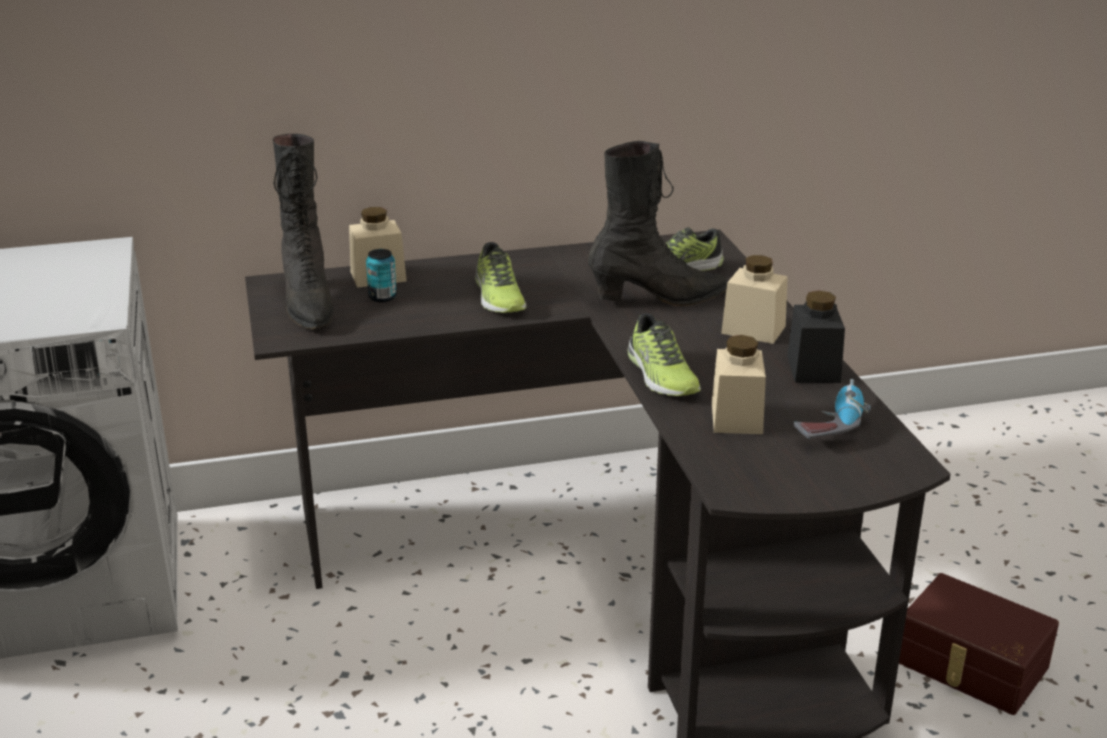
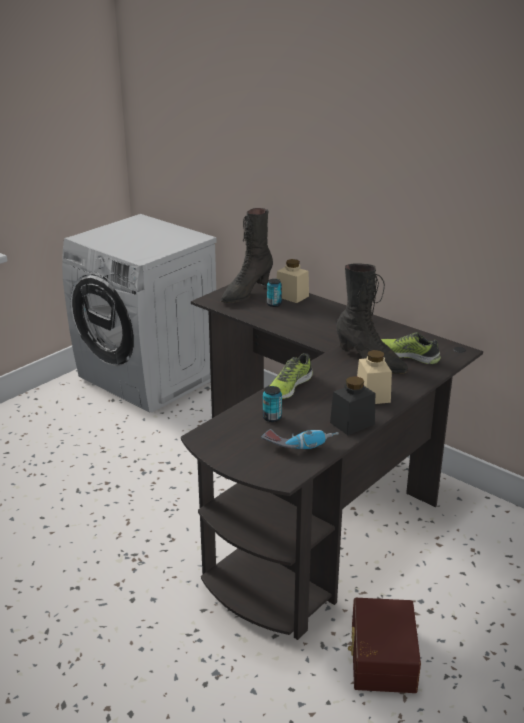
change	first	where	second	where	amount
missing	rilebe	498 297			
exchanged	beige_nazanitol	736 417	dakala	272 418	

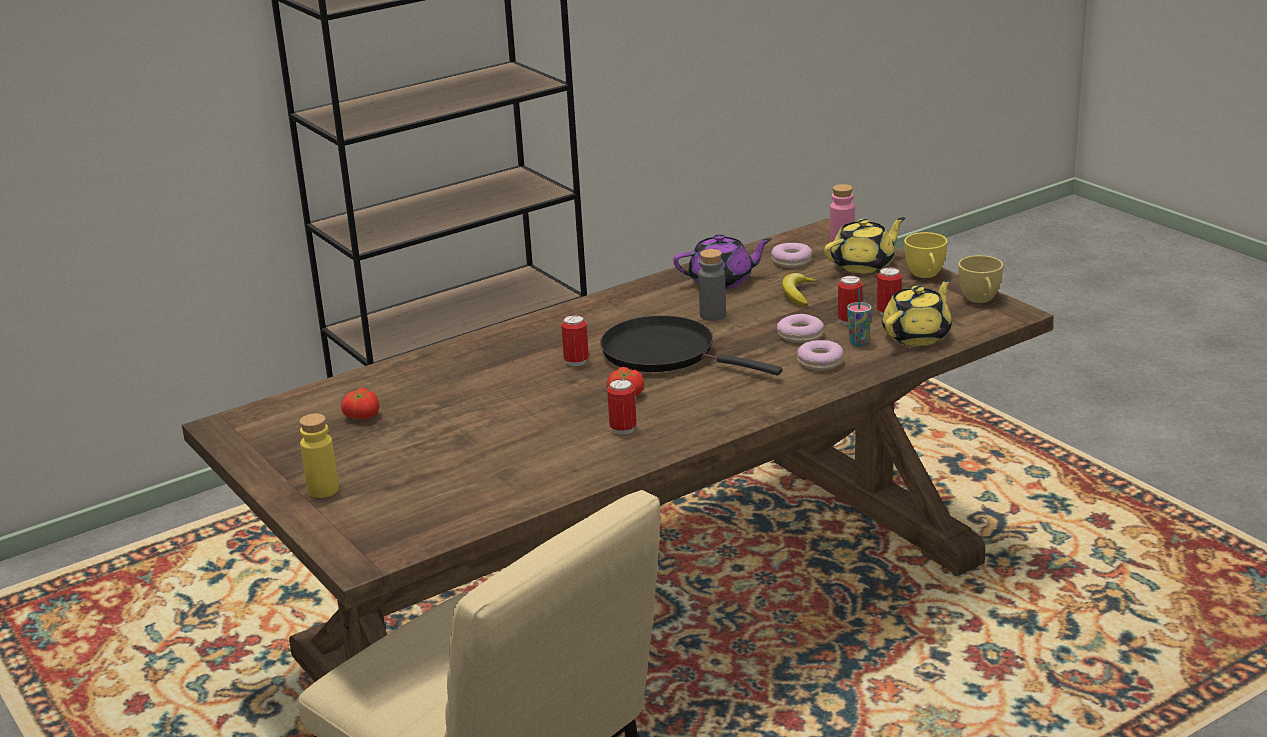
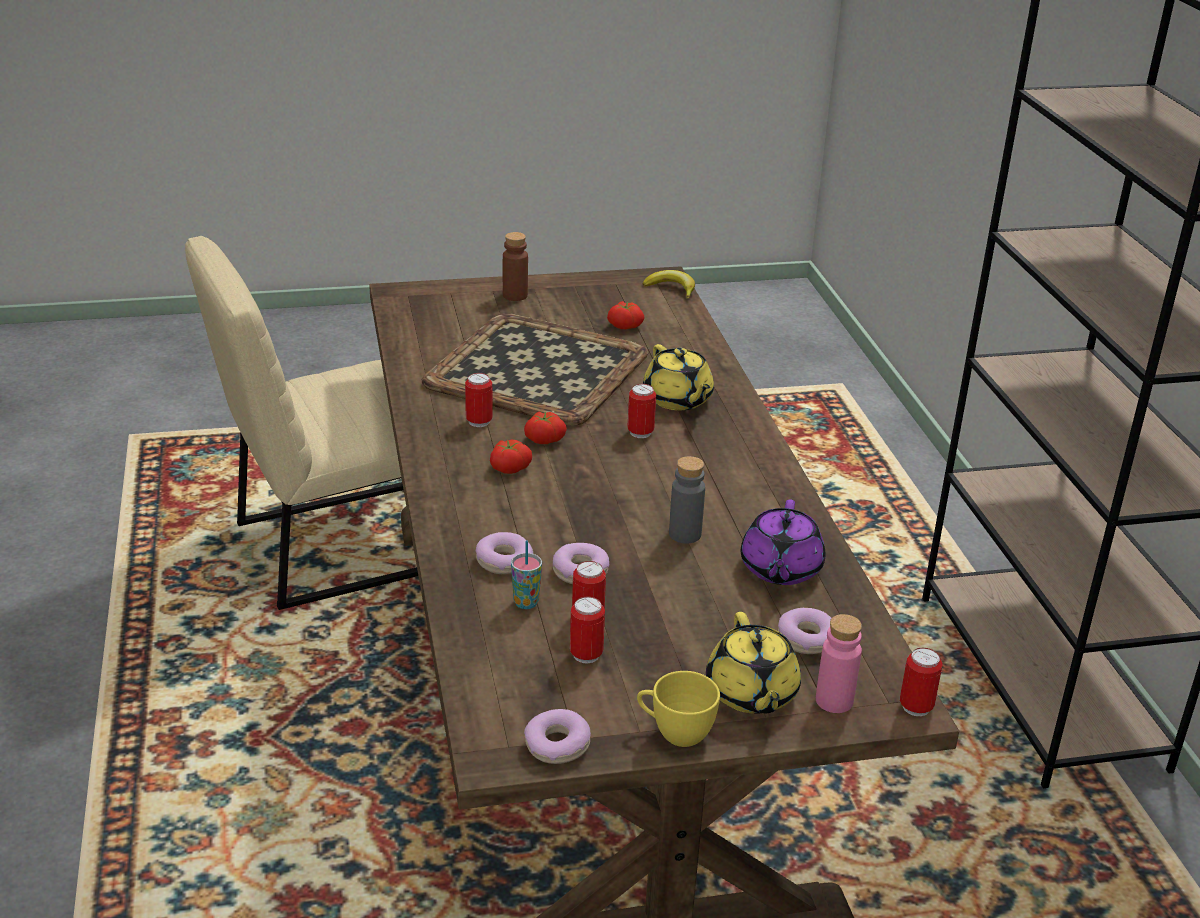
change	first	where	second	where	amount
missing	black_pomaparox	665 353			
appeared			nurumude	539 369	
appeared			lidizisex	509 467	
appeared			dakala	916 707	
relocated	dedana	797 294		671 289	
relocated	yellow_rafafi	917 335		678 400	
exchanged	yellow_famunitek	980 300	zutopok	557 745	
colour	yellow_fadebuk	323 490	brown_fadebuk	515 295	

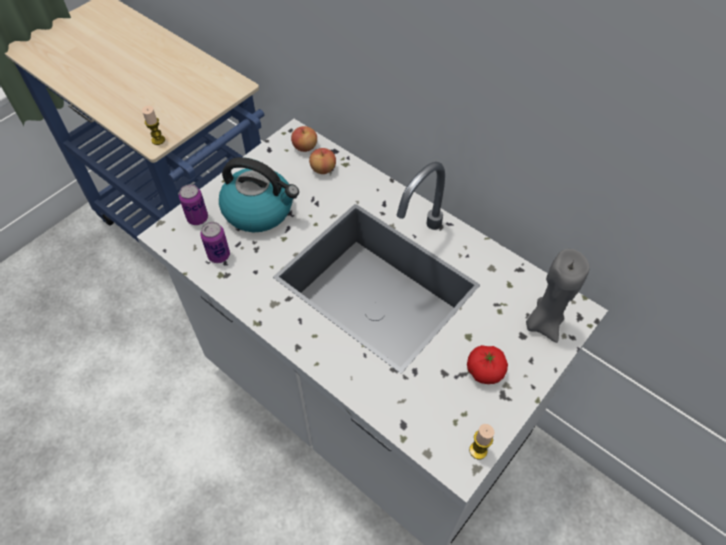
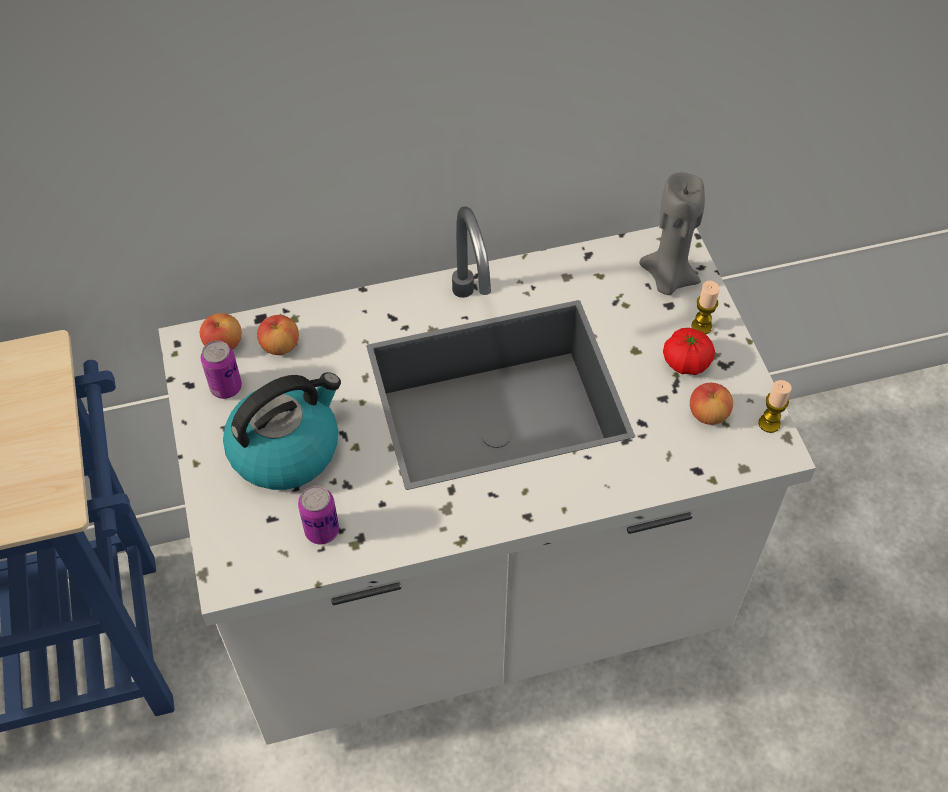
change	first	where	second	where	amount
appeared			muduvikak	708 414	
relocated	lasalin	158 140		701 326	
relocated	dakala	197 218		226 387	

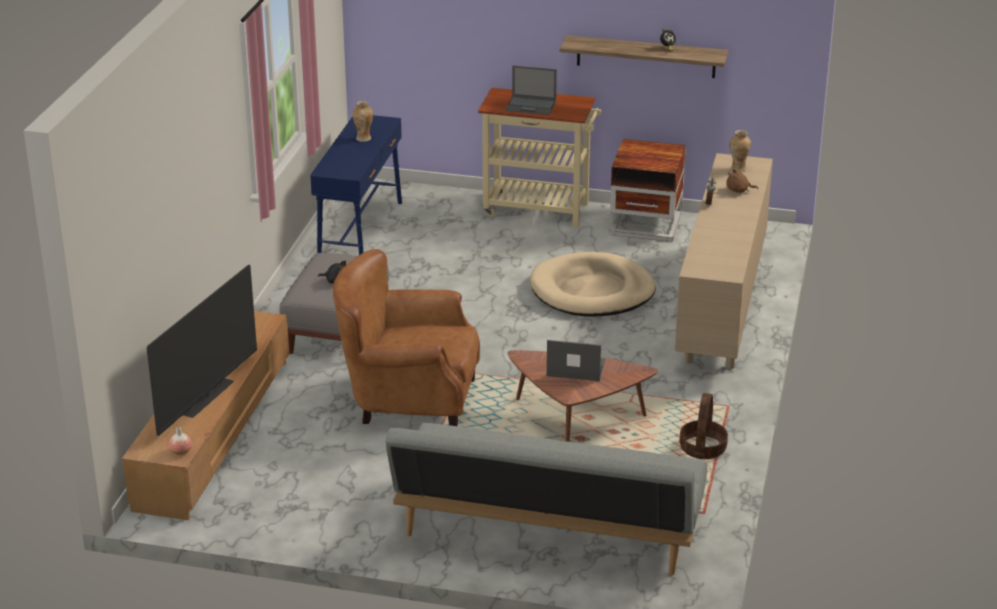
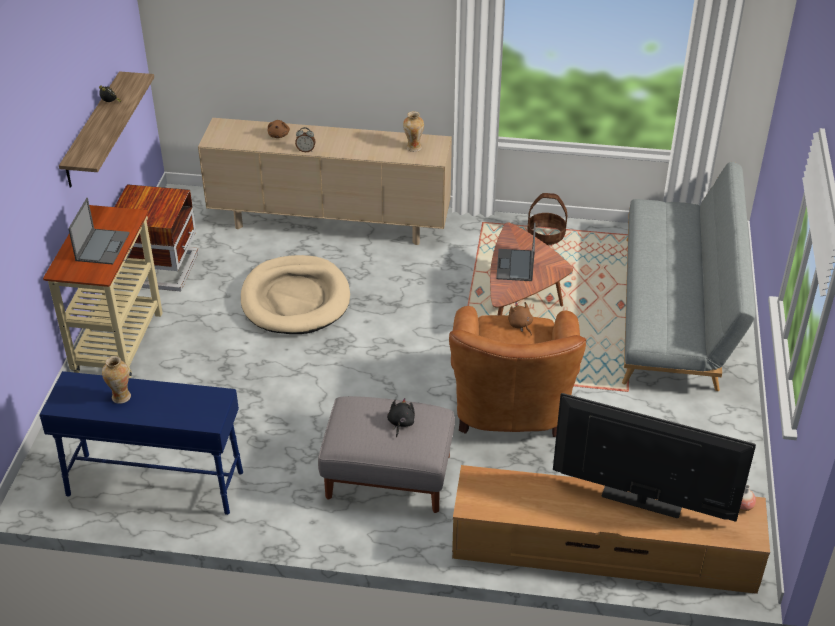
change	first	where	second	where	amount
appeared			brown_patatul	520 325	
relocated	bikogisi	738 169		413 148	

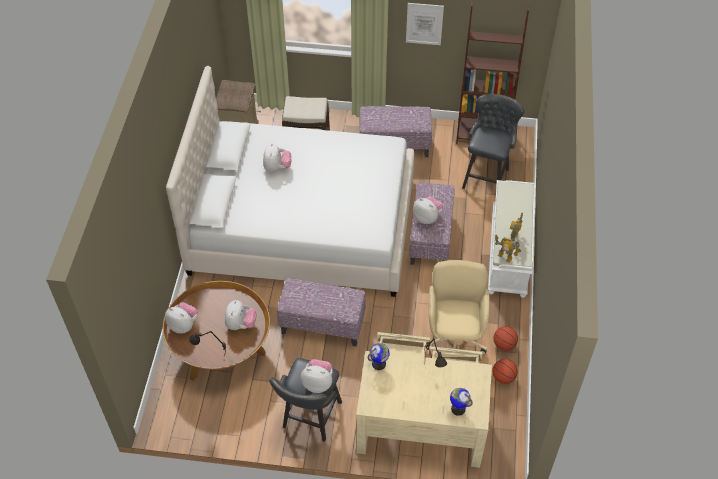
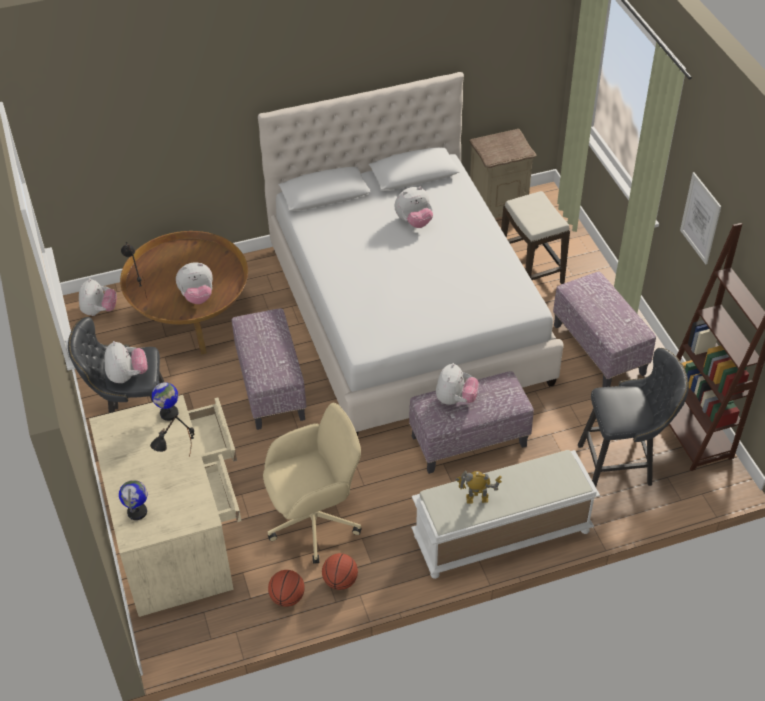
change	first	where	second	where	amount
missing	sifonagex	505 257			
relocated	patatul	183 325		99 311	

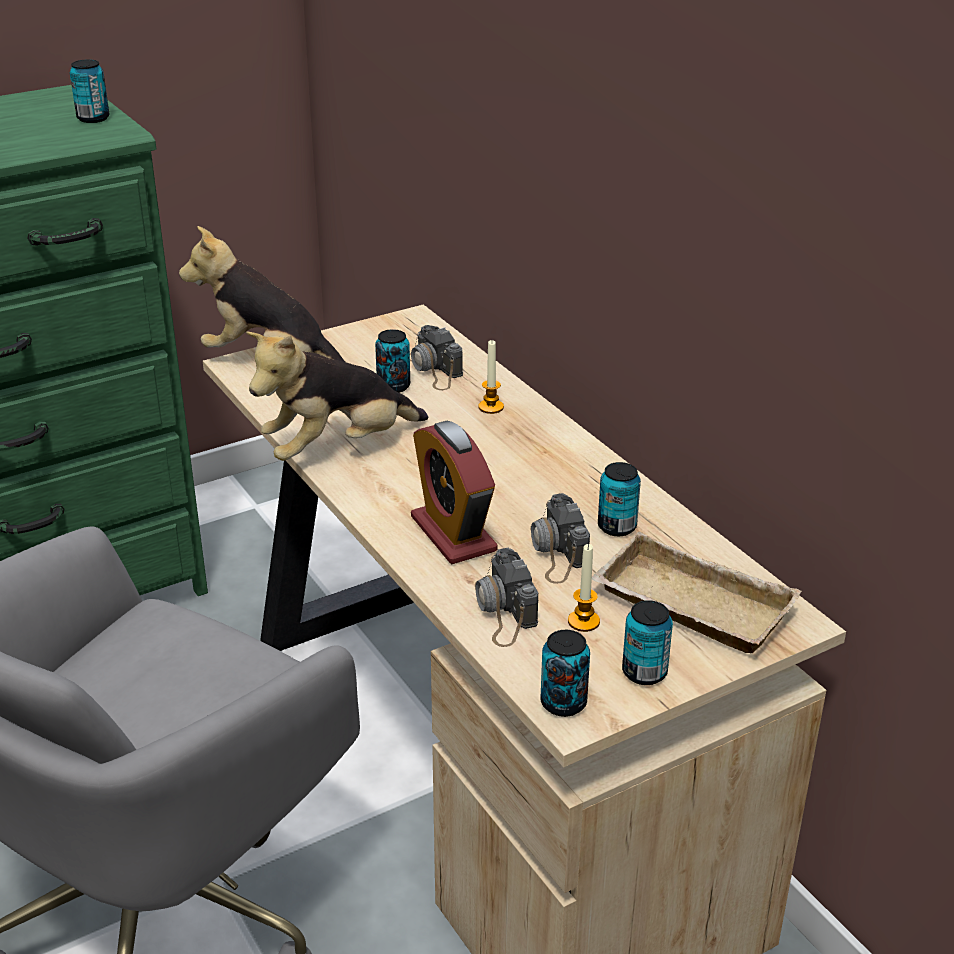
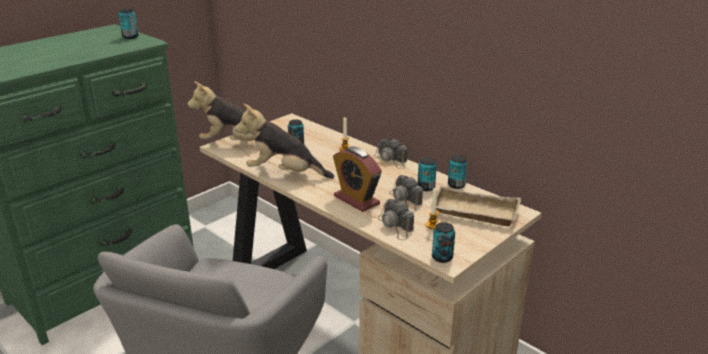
change	first	where	second	where	amount
relocated	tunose	434 369		391 160	
relocated	dakala	644 672		456 185	
spun	patatul	337 448		284 173	60 degrees clockwise

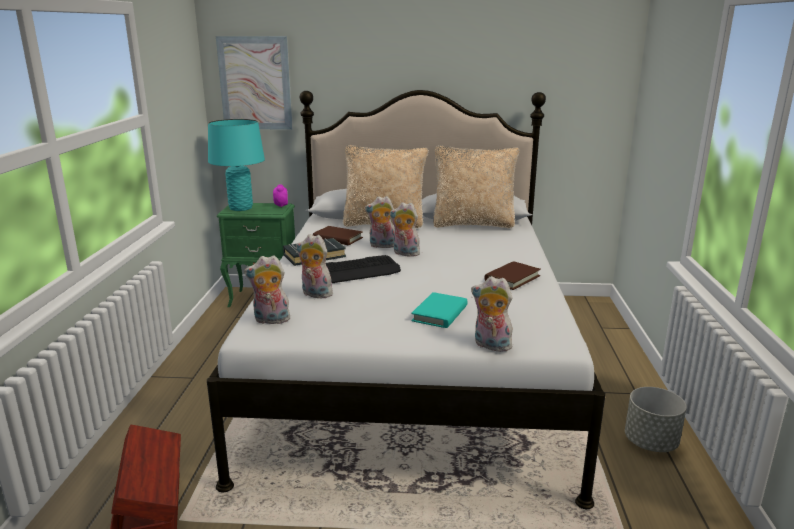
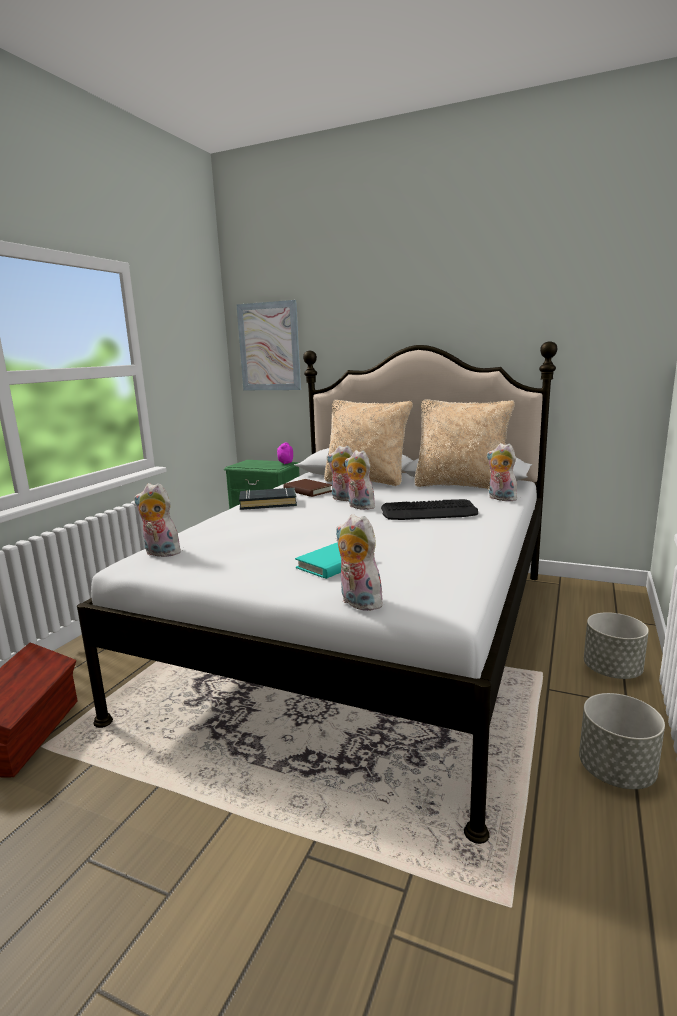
change	first	where	second	where	amount
missing	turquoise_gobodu	241 208			
missing	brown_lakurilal	512 278			
appeared			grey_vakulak	612 671	
relocated	patatul	315 294		500 498	
relocated	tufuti	355 271		429 512	

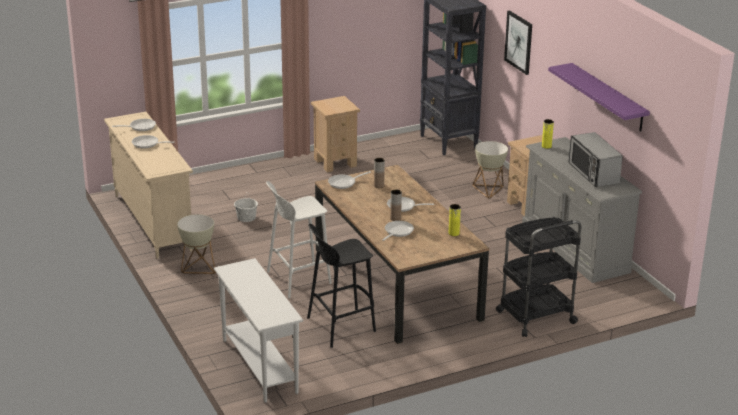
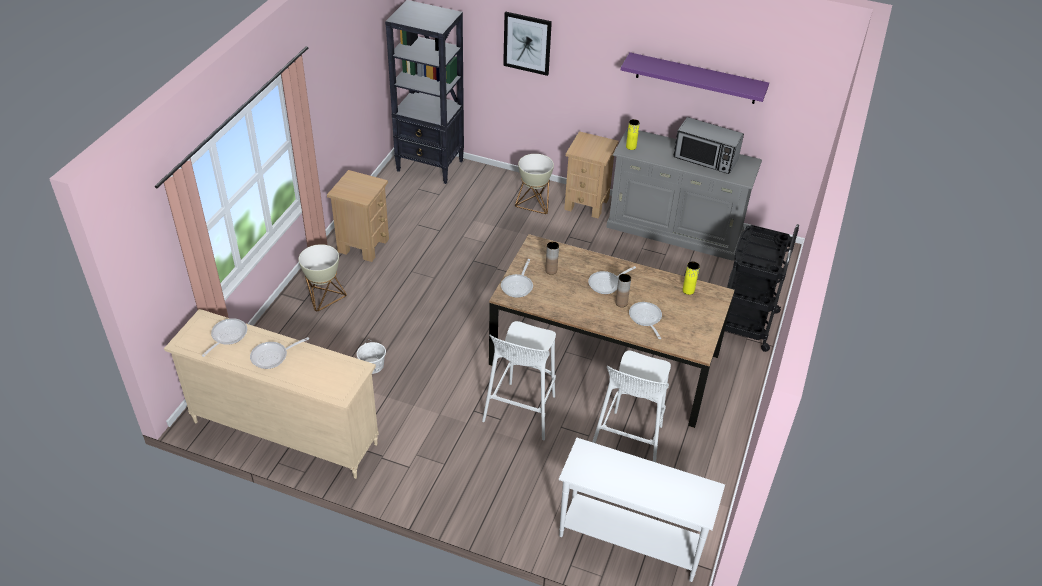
change	first	where	second	where	amount
relocated	vakulak	198 268		324 298	
colour	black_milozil	340 327	white_milozil	629 442	

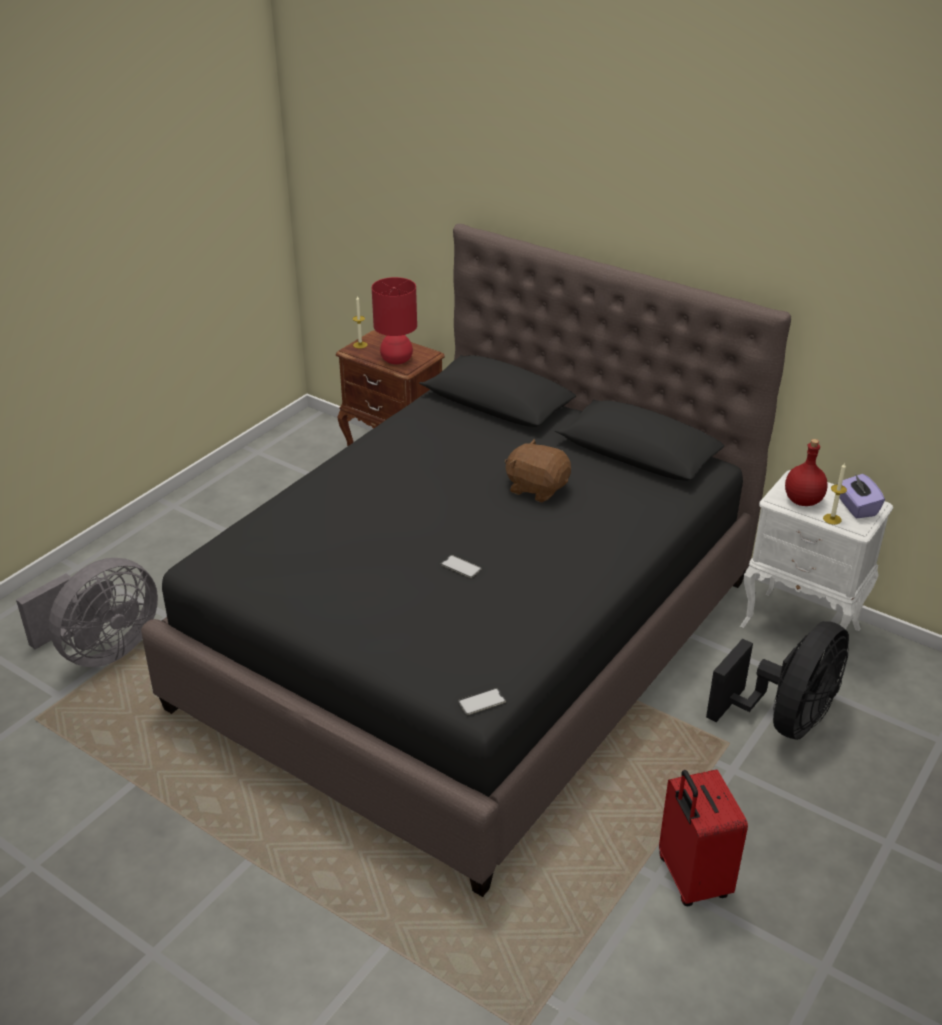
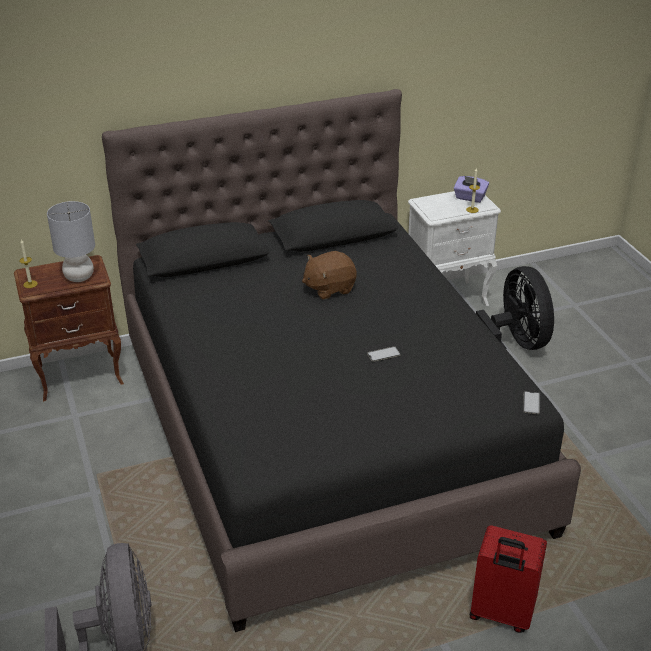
change	first	where	second	where	amount
missing	red_fadebuk	802 501			
relocated	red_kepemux	691 878		501 614	
colour	red_gobodu	396 360	grey_gobodu	79 277	

